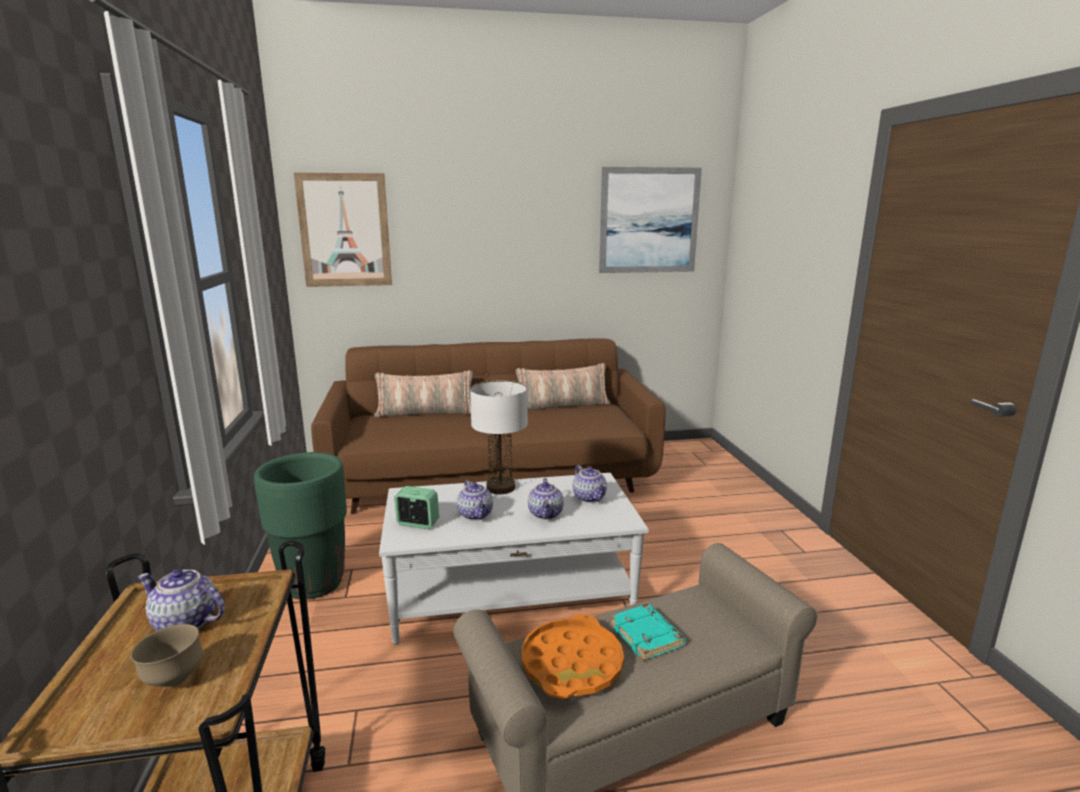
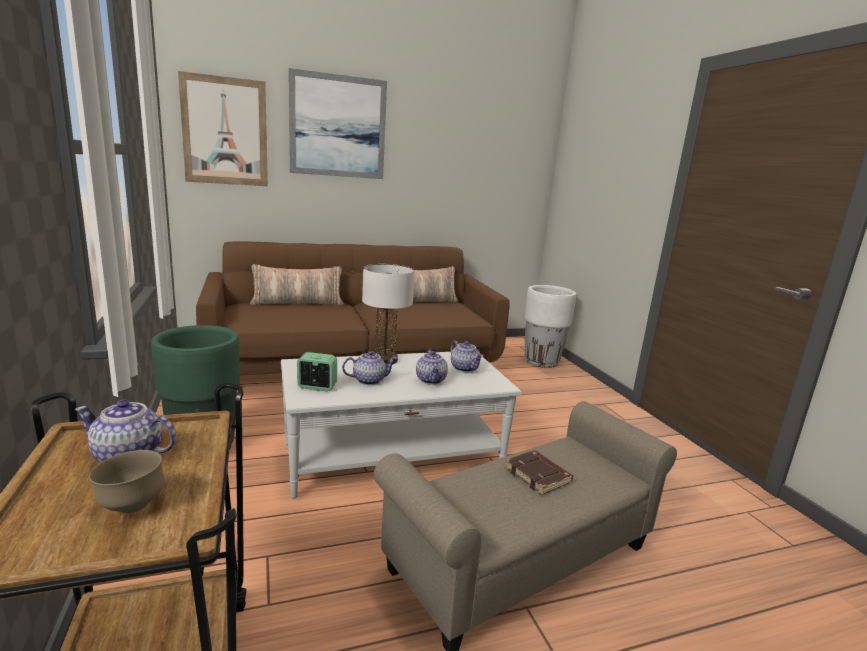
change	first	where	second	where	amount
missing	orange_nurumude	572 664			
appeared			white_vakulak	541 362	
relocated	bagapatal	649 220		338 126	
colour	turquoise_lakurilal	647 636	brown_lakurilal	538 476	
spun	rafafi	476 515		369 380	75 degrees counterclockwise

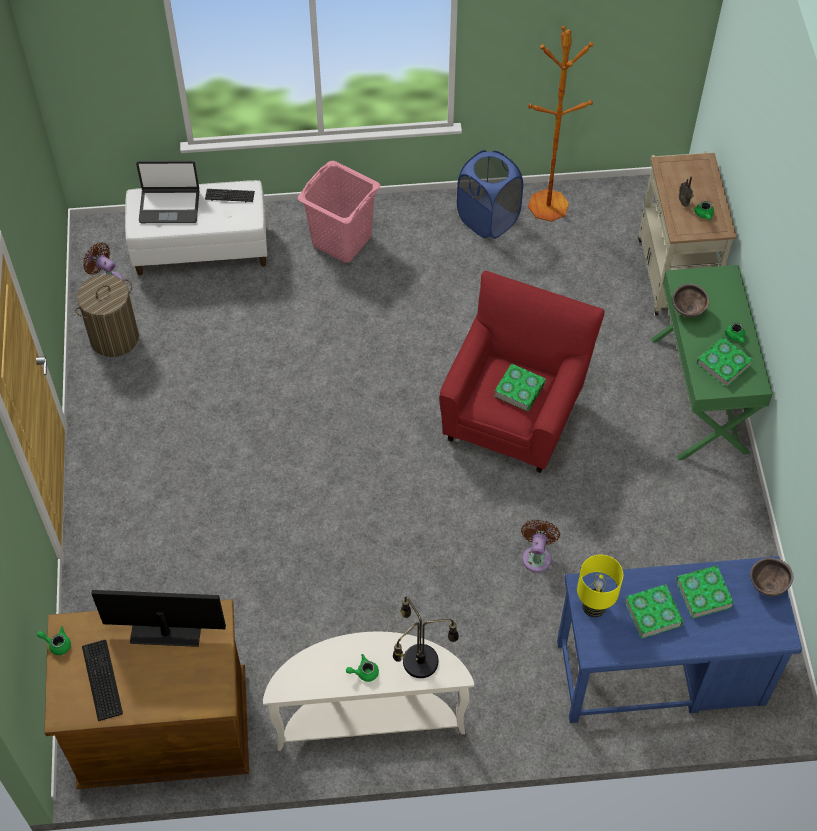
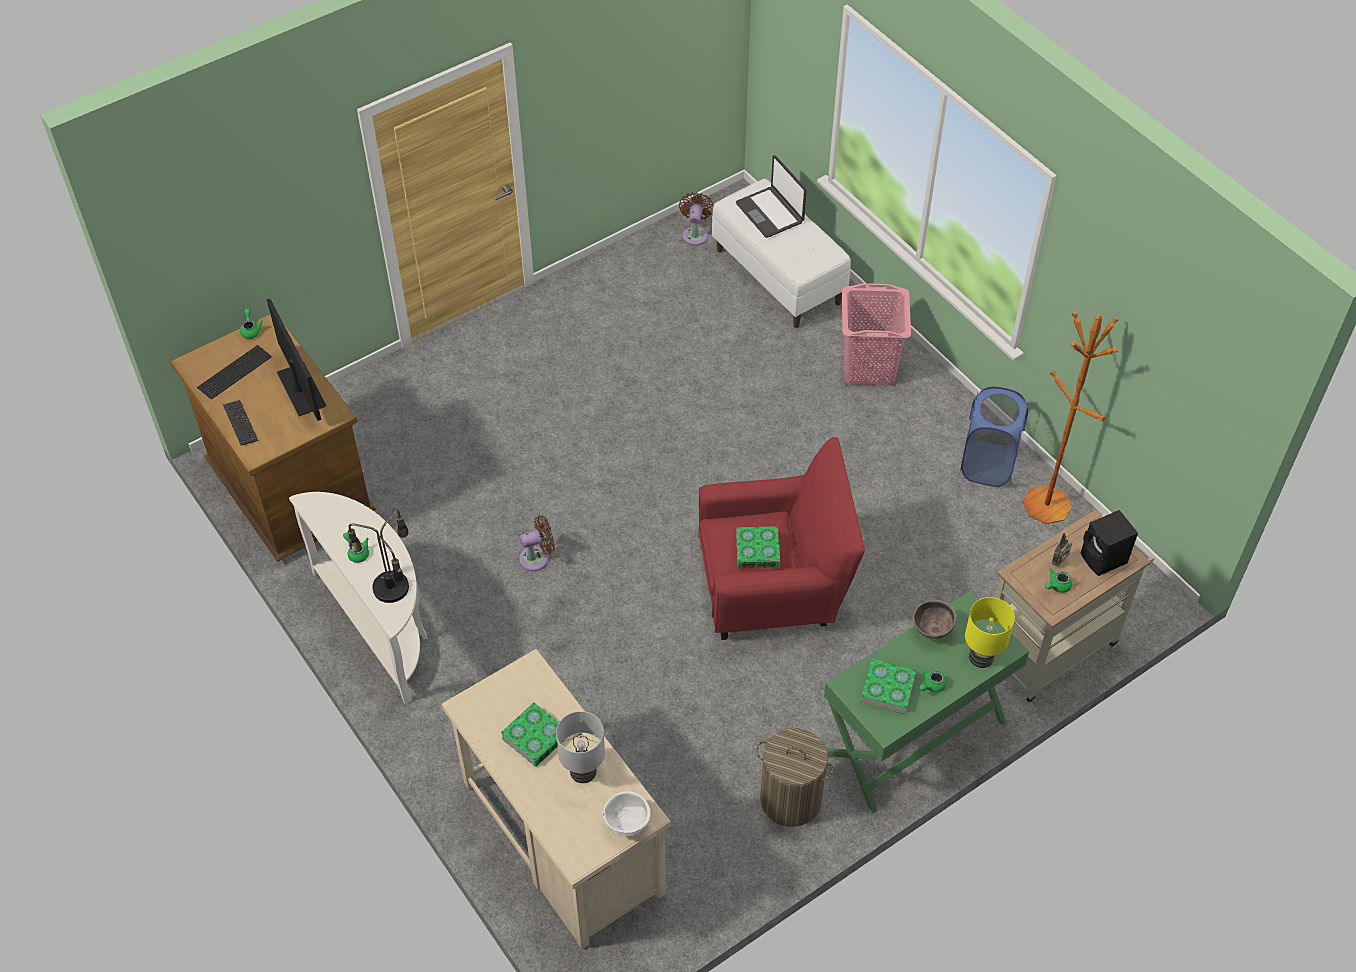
change	first	where	second	where	amount
appeared			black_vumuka	1104 559	
relocated	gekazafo	114 337		790 799	
relocated	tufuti	230 196		240 423	
relocated	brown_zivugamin	537 556		537 558	
relocated	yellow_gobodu	594 606		981 657	
exchanged	lakurilal	703 594	grey_gobodu	583 771	
colour	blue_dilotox	660 673	beige_dilotox	561 838	
colour	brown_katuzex	767 586	white_katuzex	627 824	

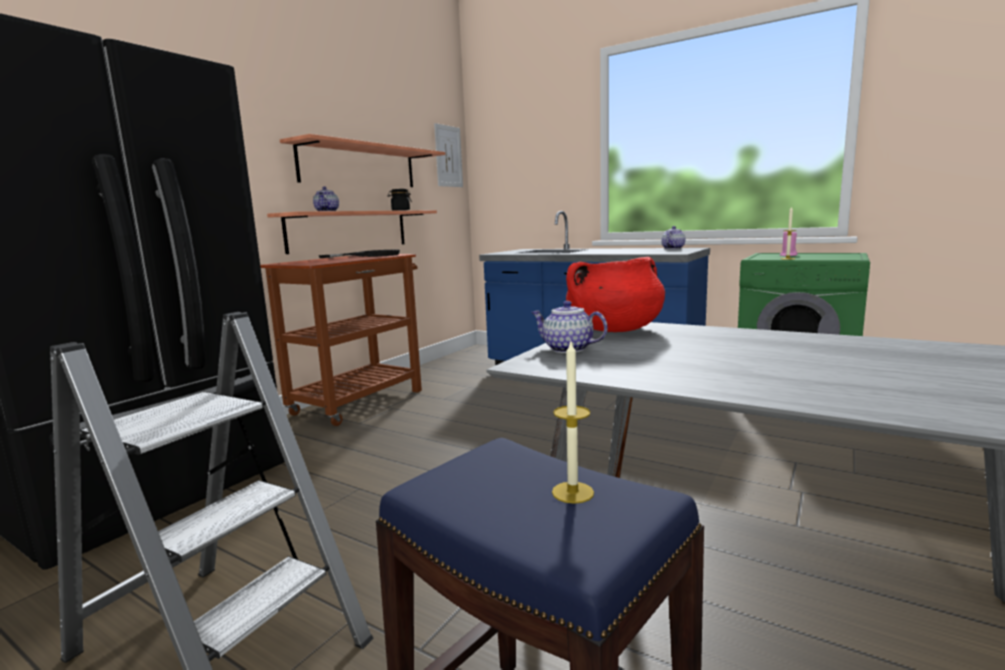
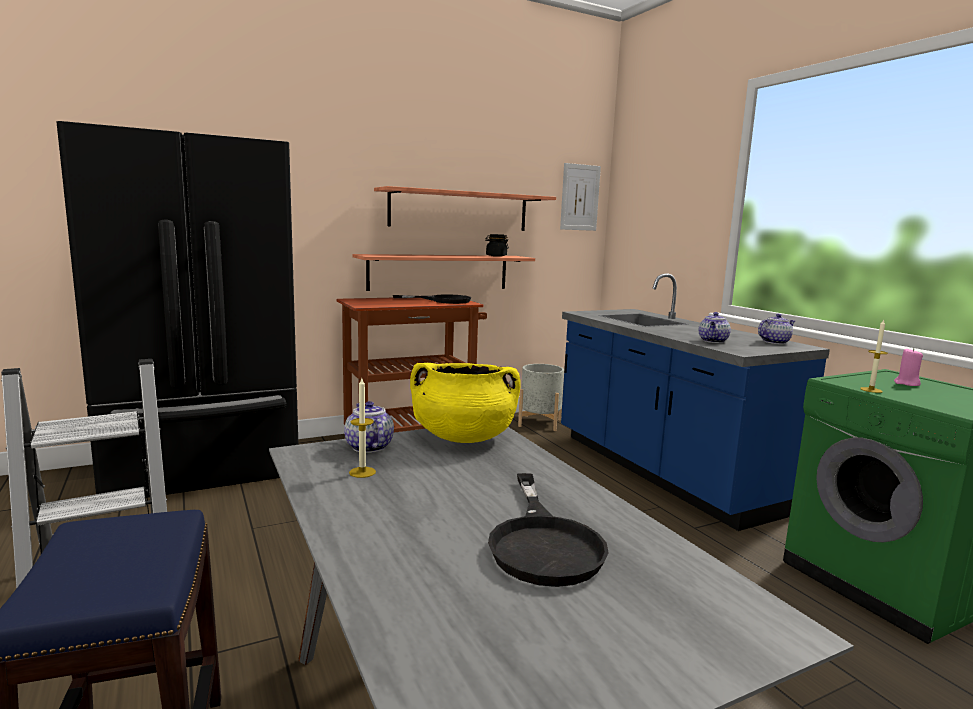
change	first	where	second	where	amount
appeared			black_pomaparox	543 542	
appeared			grey_vakulak	540 423	
relocated	rafafi	327 211		713 341	
relocated	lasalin	572 492		362 472	
colour	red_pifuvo	614 330	yellow_pifuvo	463 437	

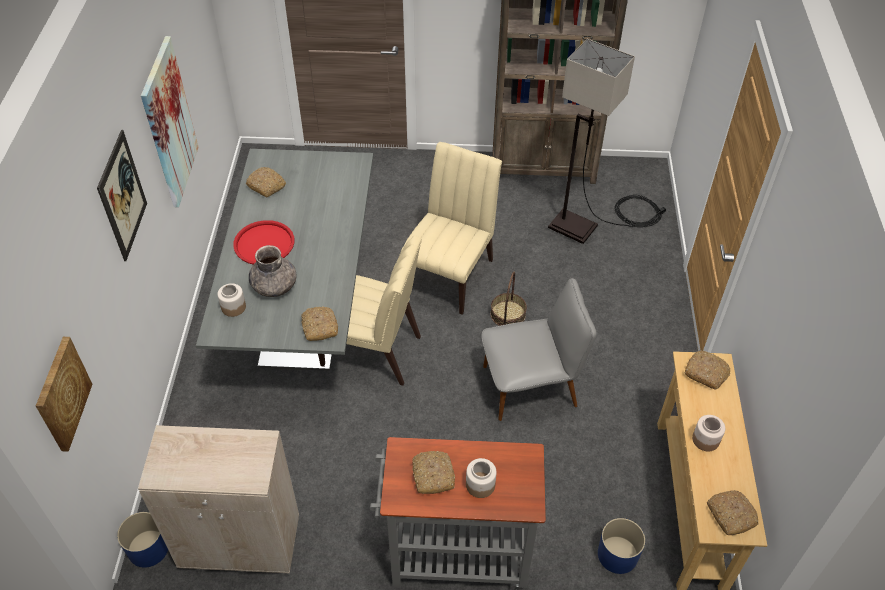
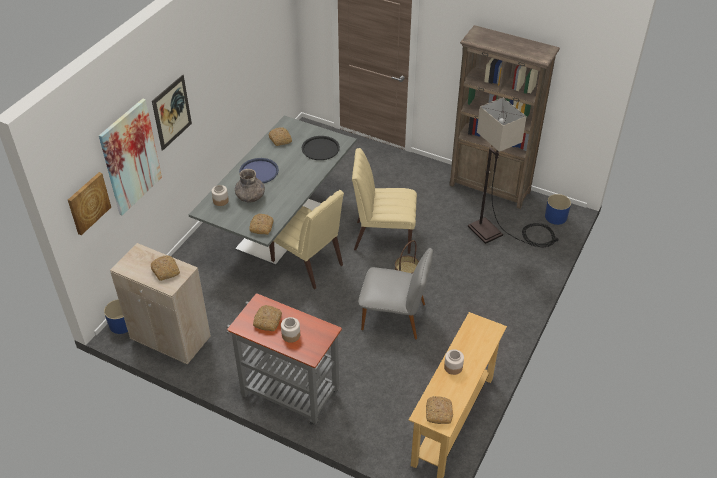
change	first	where	second	where	amount
appeared			black_nurumude	320 148	
relocated	bagapatal	169 123		130 157	
relocated	blue_vakulak	617 555		555 217	
relocated	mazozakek	706 373		166 271	
colour	red_nurumude	264 243	blue_nurumude	259 171	
spun	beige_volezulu	450 278		383 237	135 degrees counterclockwise

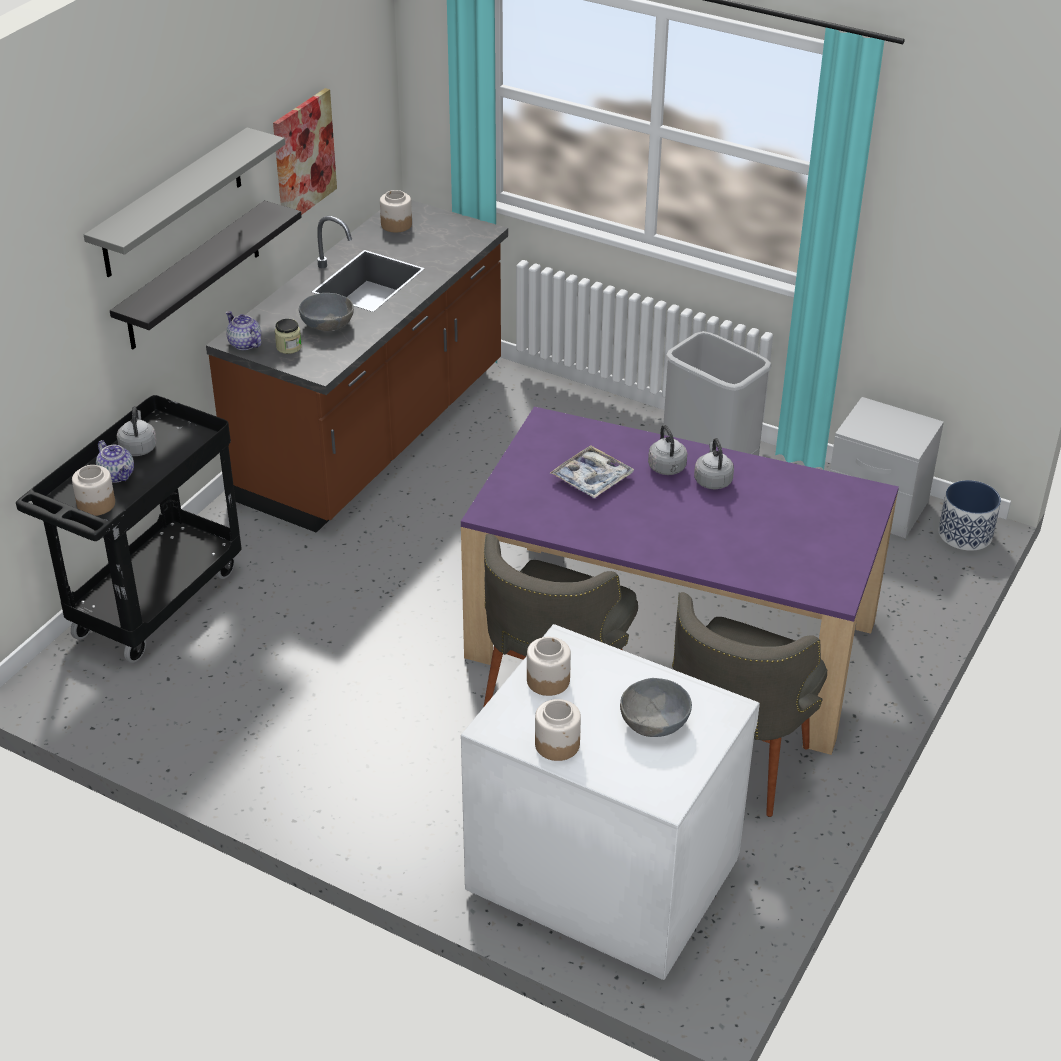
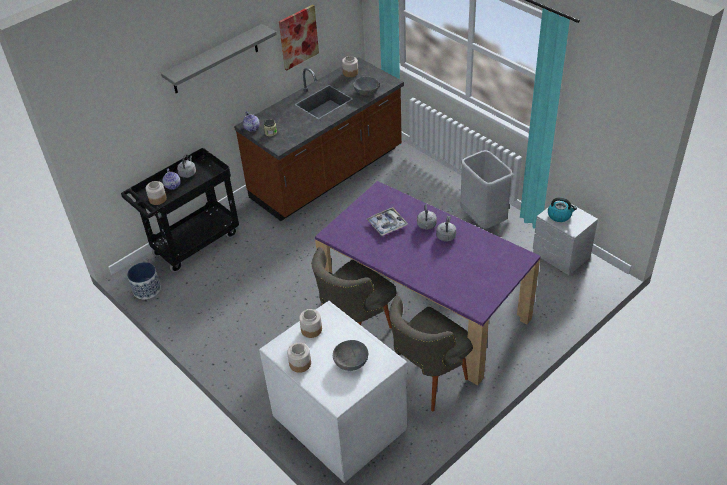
change	first	where	second	where	amount
missing	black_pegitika	193 276			
appeared			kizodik	560 215	
relocated	grey_katuzex	327 324		366 92	
relocated	vakulak	965 534		147 289	

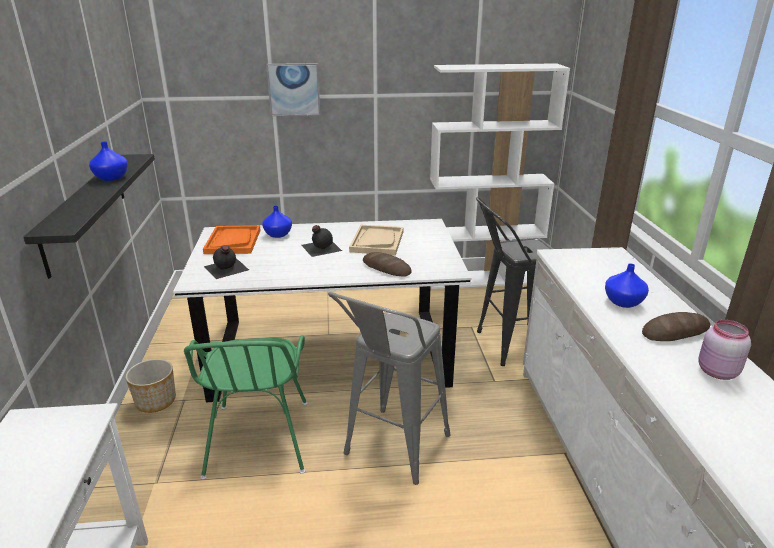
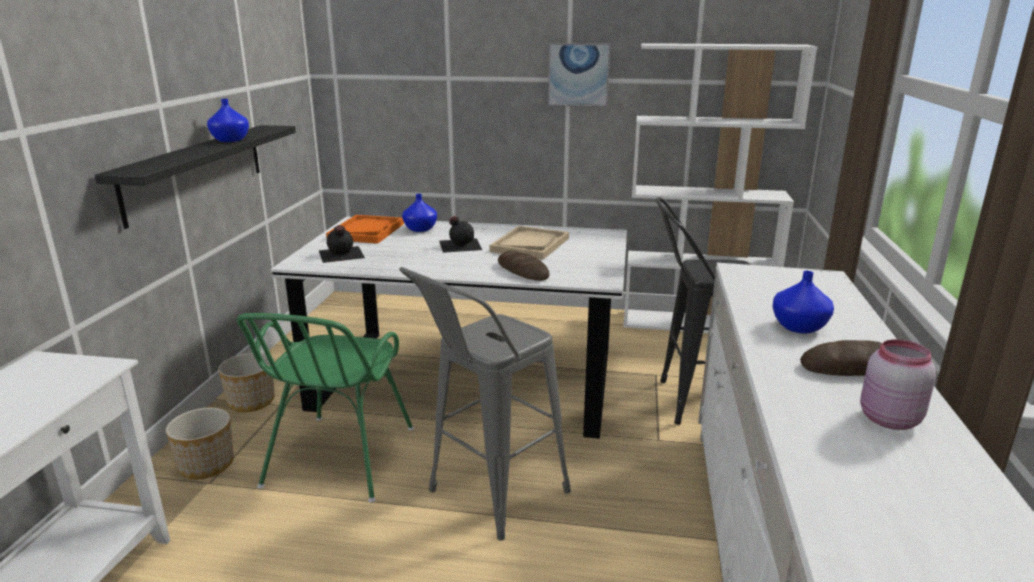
change	first	where	second	where	amount
appeared			vakulak	206 465	
relocated	bagapatal	294 89		578 75	

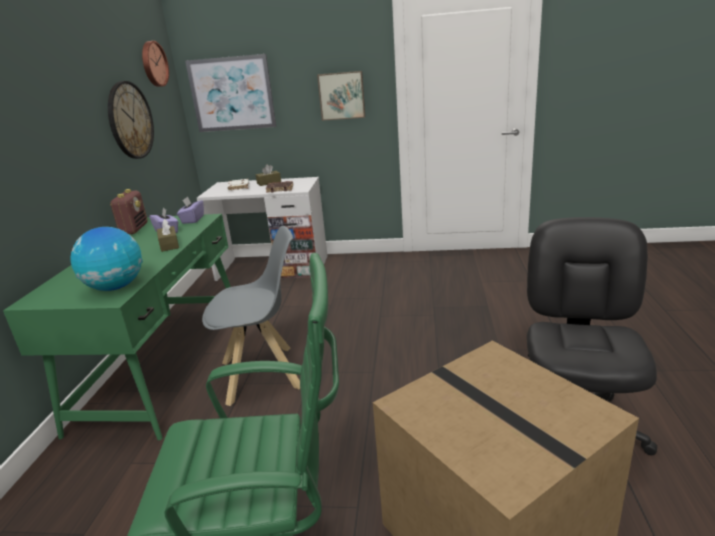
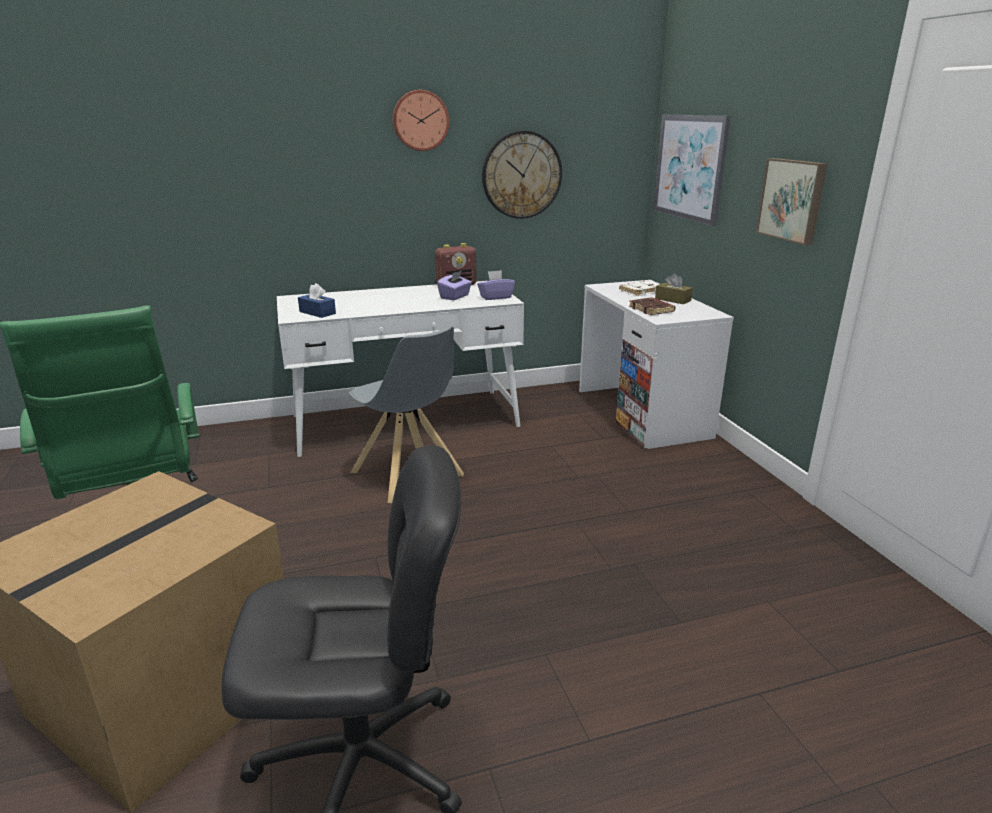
change	first	where	second	where	amount
missing	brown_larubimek	169 245			
relocated	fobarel	153 64		420 120	
exchanged	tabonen	115 287	blue_larubimek	317 312	
colour	green_dilotox	166 364	white_dilotox	406 421	

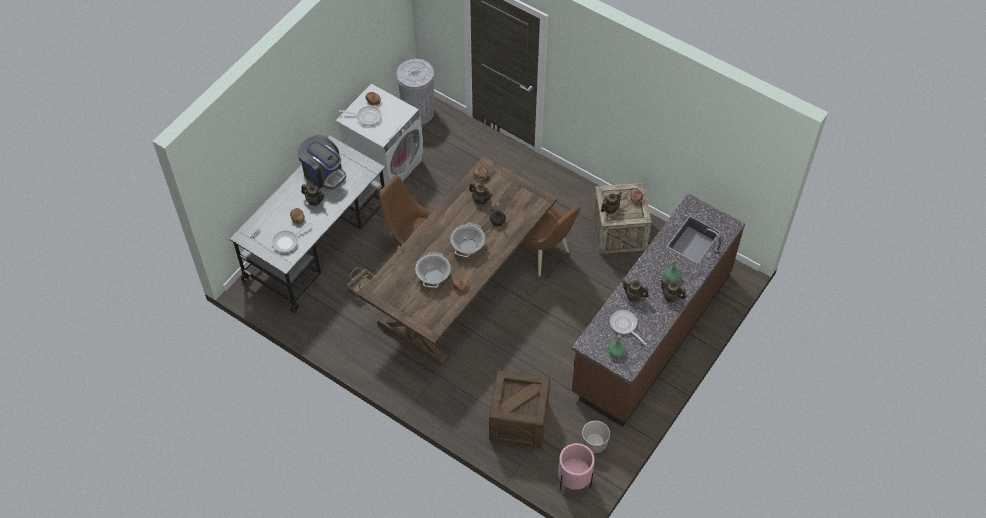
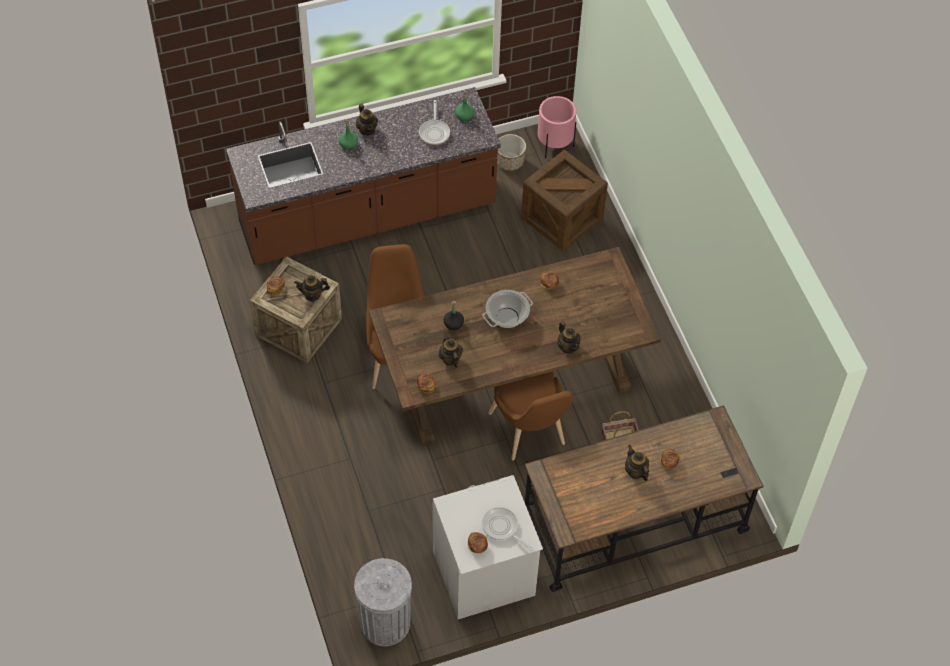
change	first	where	second	where	amount
missing	pomaparox	287 241			
missing	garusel	323 173			
missing	pifuvo	433 276			
relocated	rafafi	633 296		568 346	
colour	grey_dilotox	316 244	brown_dilotox	634 523	

